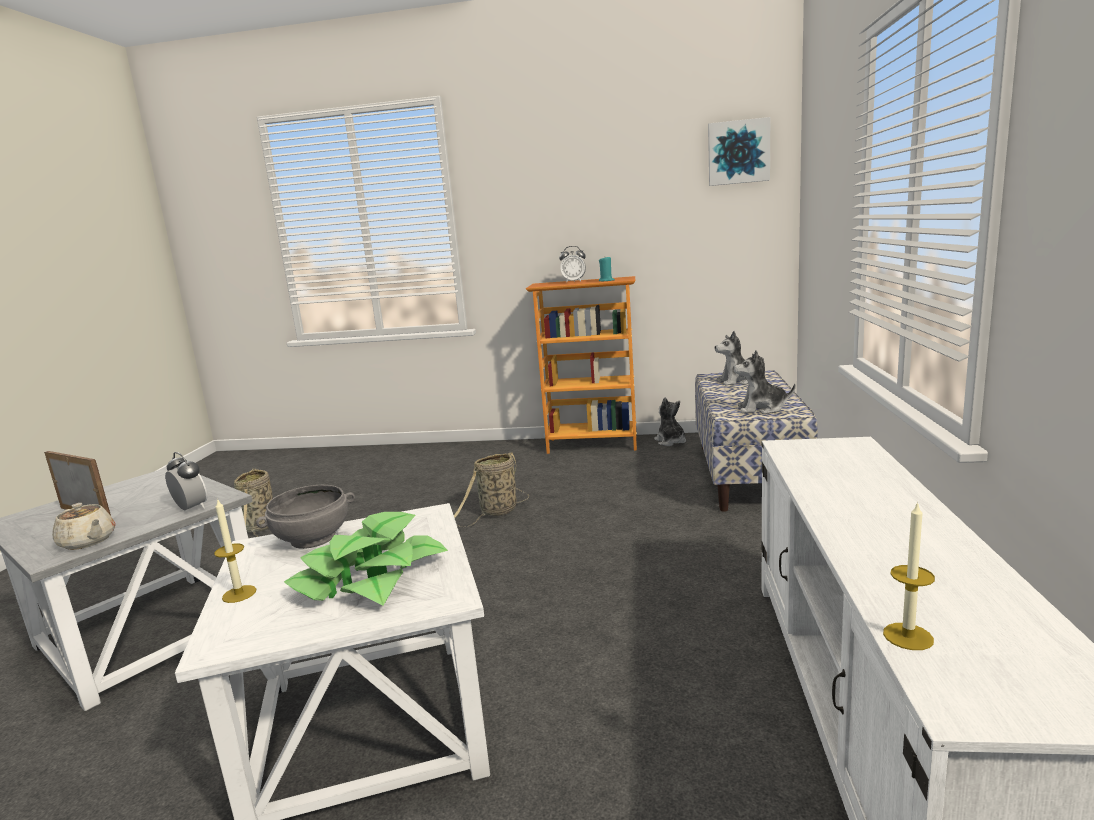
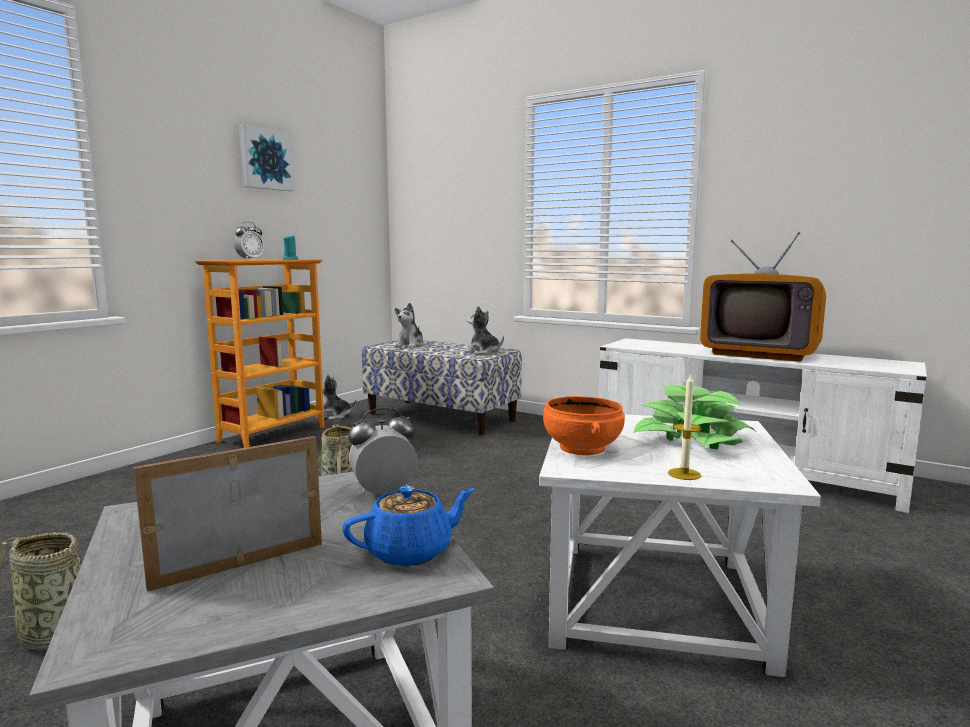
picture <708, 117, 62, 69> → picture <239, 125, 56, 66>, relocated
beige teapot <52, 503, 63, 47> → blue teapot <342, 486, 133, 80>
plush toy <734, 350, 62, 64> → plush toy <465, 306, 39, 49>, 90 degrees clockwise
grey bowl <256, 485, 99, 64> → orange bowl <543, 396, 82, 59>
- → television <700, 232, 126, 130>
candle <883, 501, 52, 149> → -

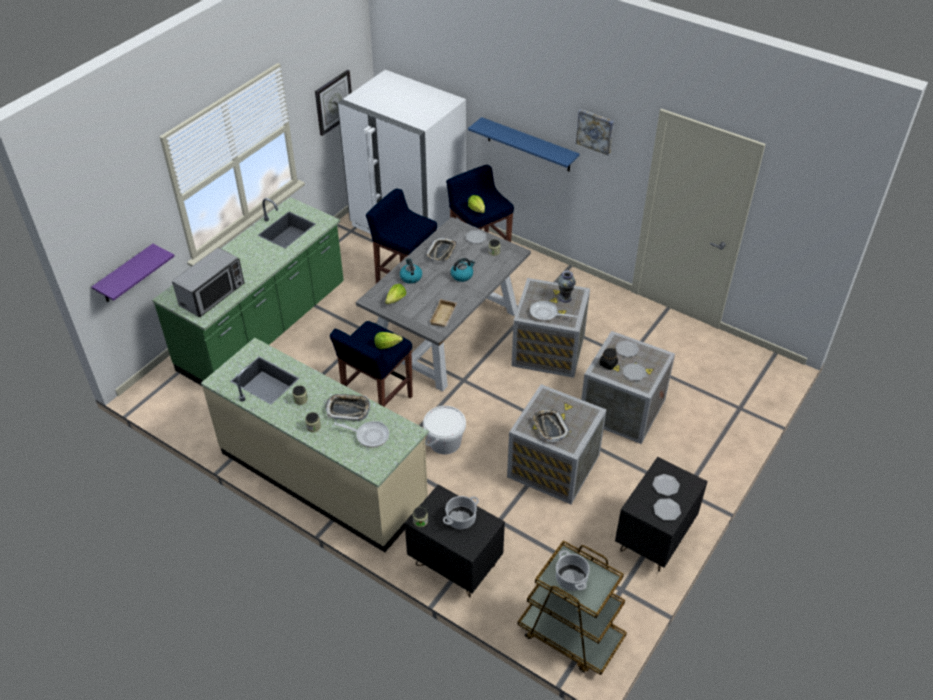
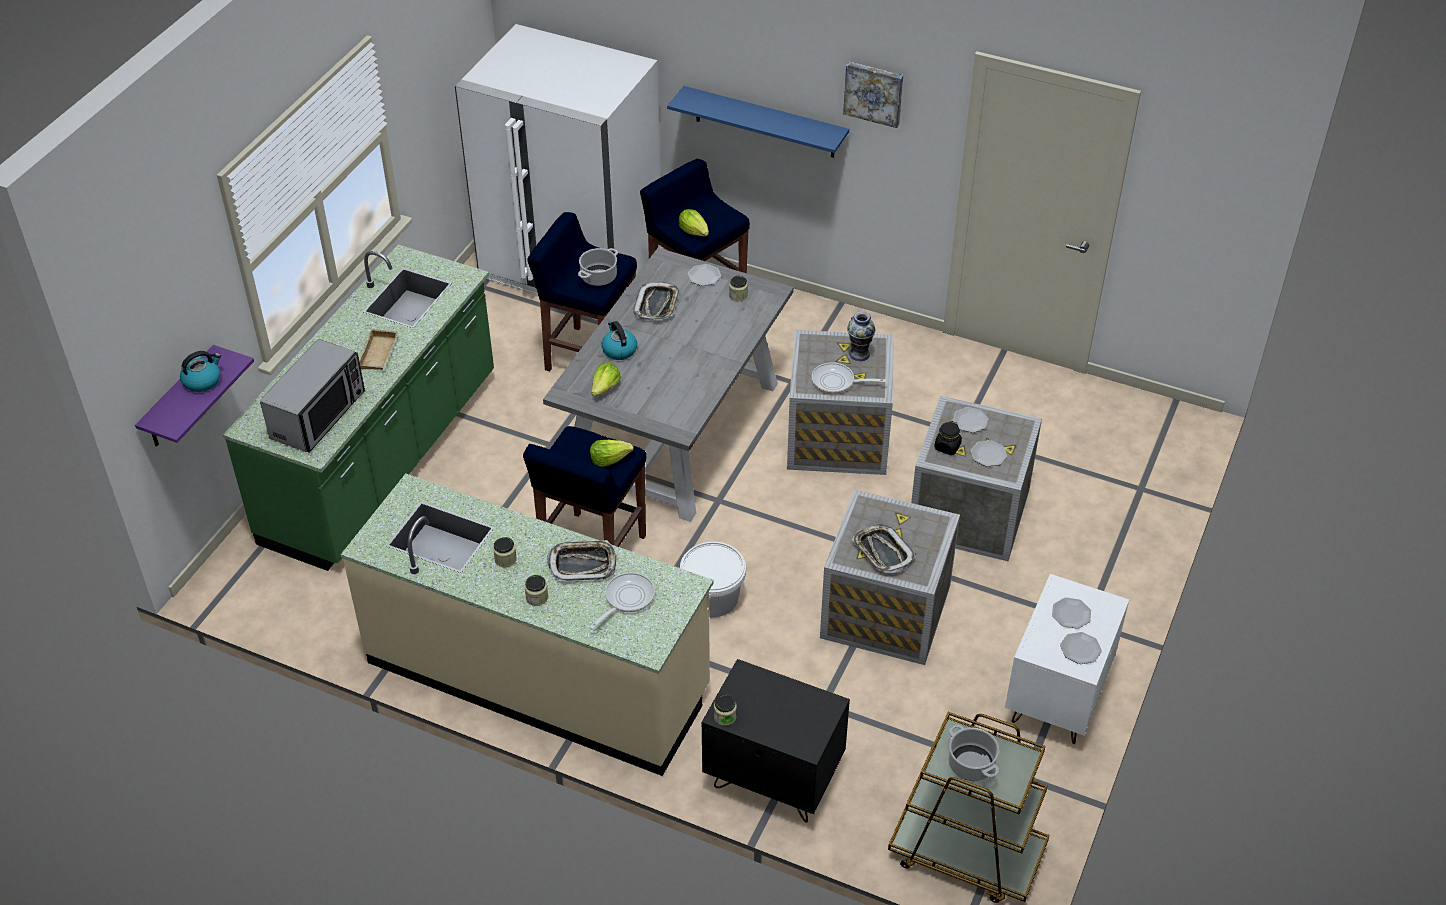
kettle <451, 258, 24, 24> → kettle <180, 351, 41, 41>, relocated
beige tray <429, 299, 28, 28> → beige tray <359, 329, 39, 41>, relocated
cooking pot <443, 496, 36, 34> → cooking pot <578, 248, 40, 38>, relocated
frying pan <334, 421, 55, 26> → frying pan <589, 572, 66, 57>, 60 degrees counterclockwise
black nightstand <615, 457, 93, 115> → white nightstand <1005, 574, 124, 170>
wall clock <315, 70, 37, 66> → -

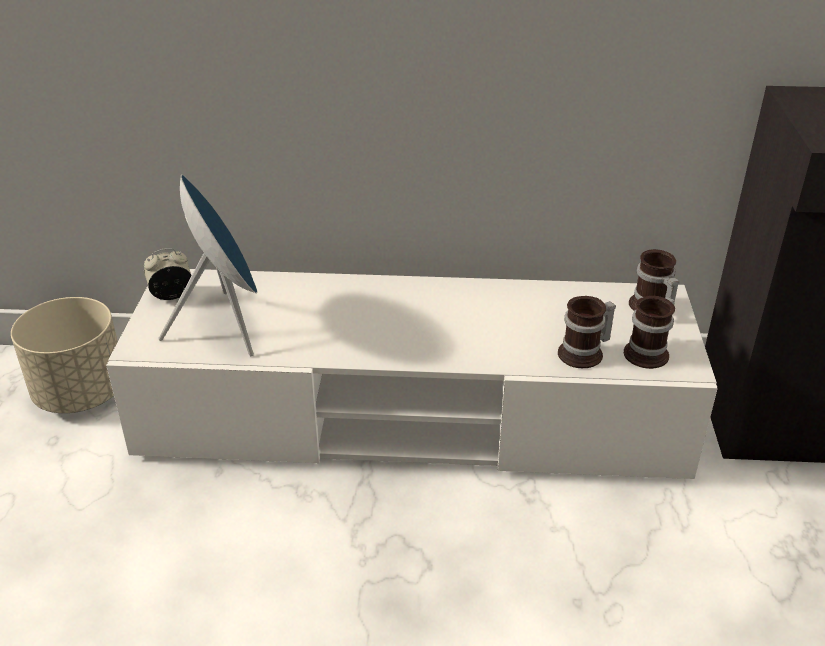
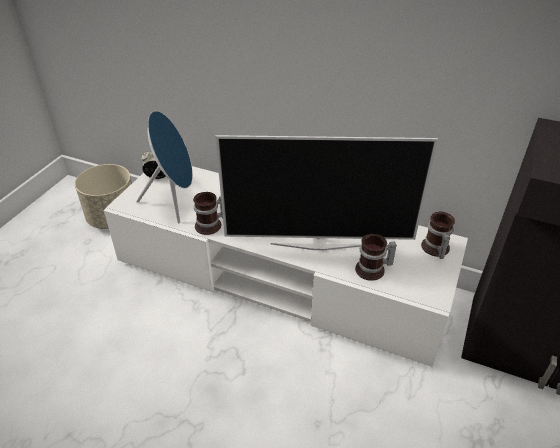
mug <624, 296, 51, 73> → mug <193, 192, 30, 43>, relocated
- → television <215, 135, 223, 115>

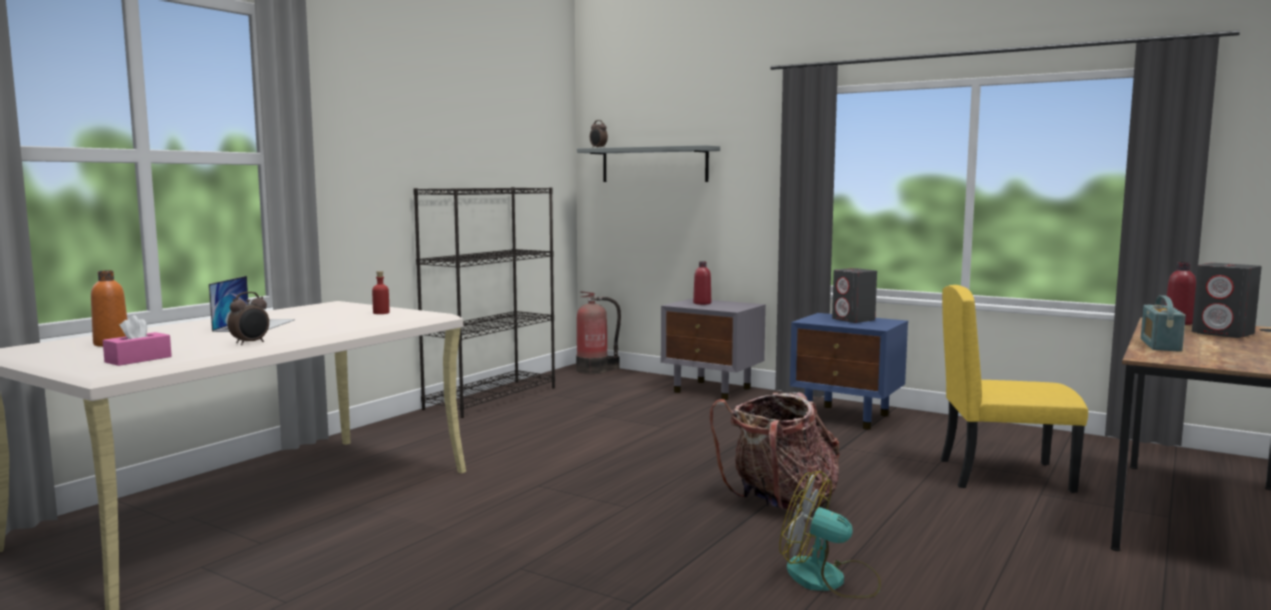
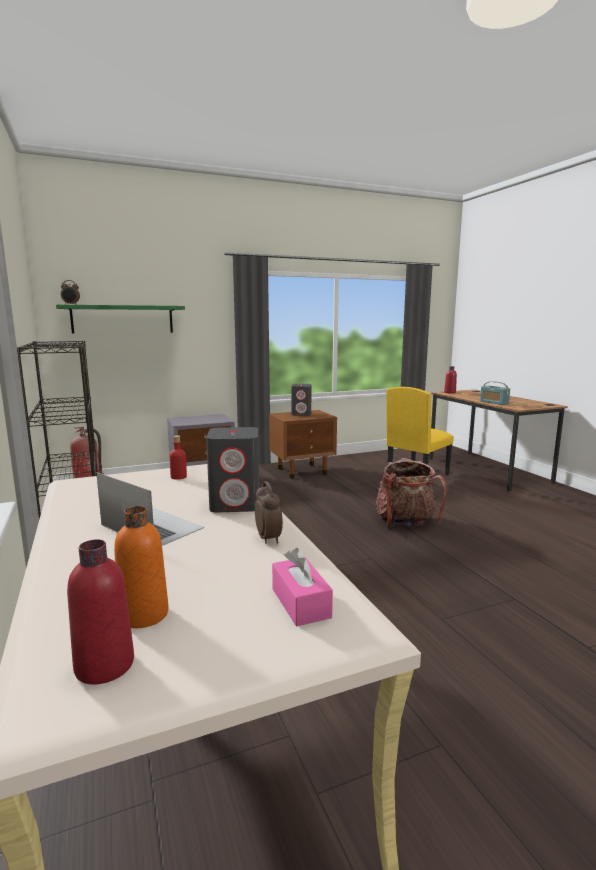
grey shelf <577, 145, 143, 37> → green shelf <56, 305, 129, 29>
red bottle <693, 261, 18, 44> → red bottle <67, 539, 67, 146>, relocated
grey speaker <1192, 263, 70, 75> → grey speaker <206, 427, 53, 85>, relocated
blue nightstand <790, 313, 118, 117> → brown nightstand <269, 410, 68, 69>
fan <779, 471, 102, 127> → -

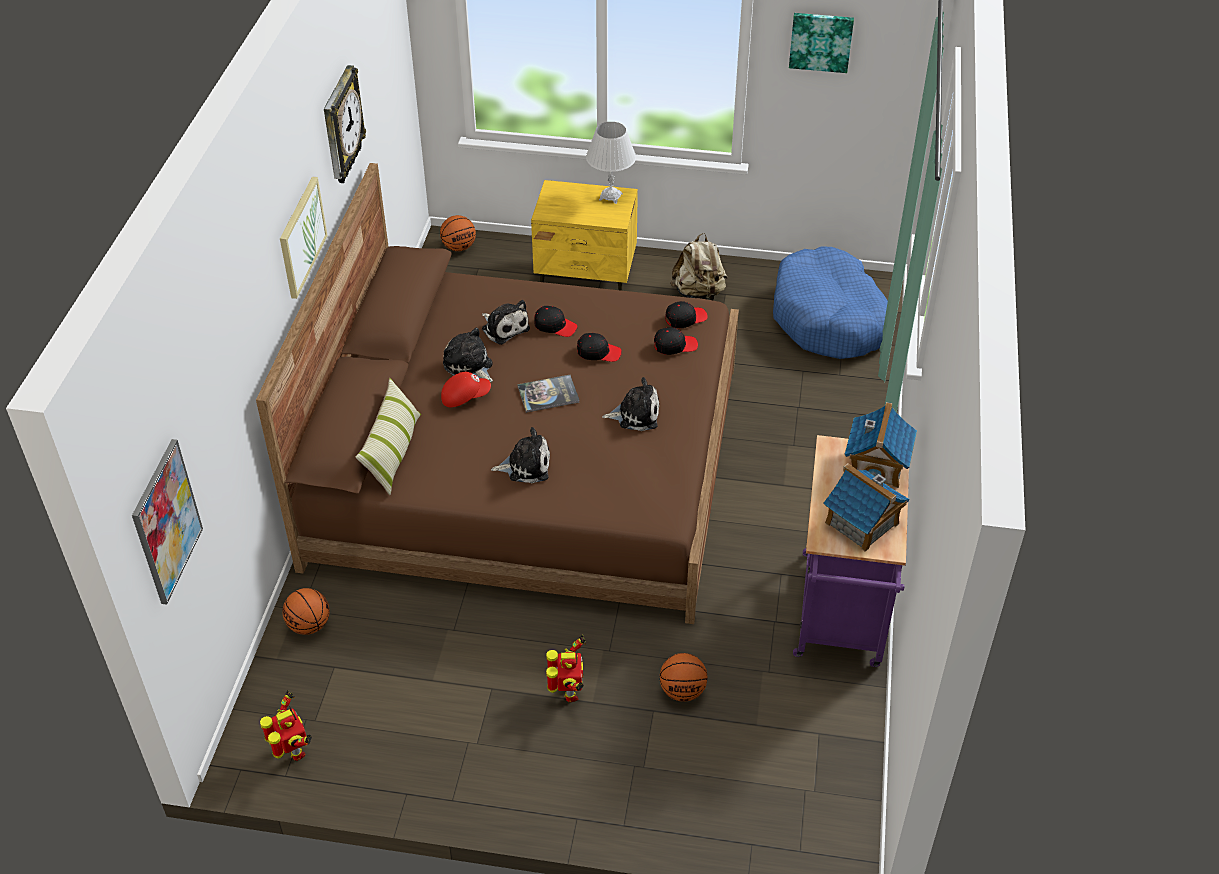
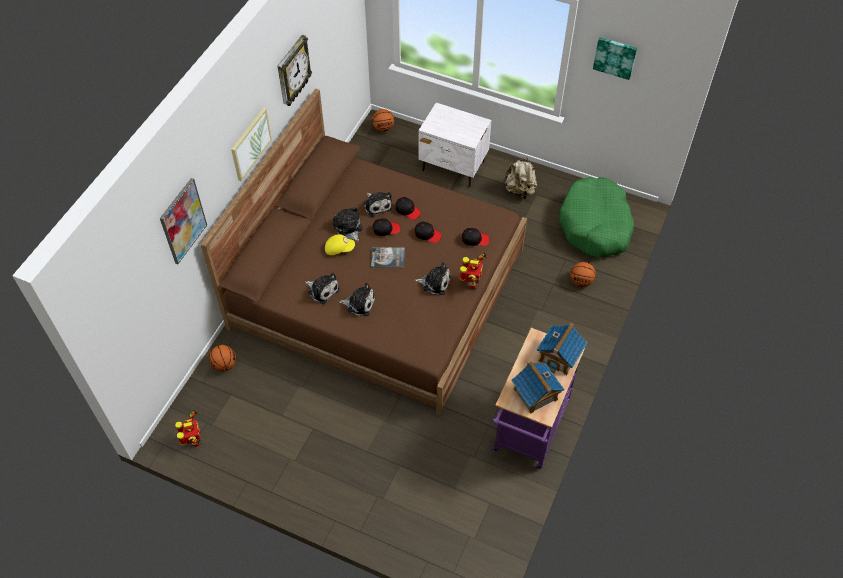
picture <132, 439, 71, 166> → picture <160, 178, 47, 86>, relocated
- → plush toy <305, 273, 35, 31>
red cap <441, 372, 50, 35> → yellow cap <325, 234, 30, 21>
black cap <665, 301, 43, 27> → black cap <373, 218, 27, 18>, relocated
yellow nightstand <531, 180, 107, 111> → white nightstand <418, 103, 73, 84>
toy robot <546, 635, 40, 67> → toy robot <460, 252, 27, 37>, relocated
blue dog bed <773, 246, 115, 113> → green dog bed <559, 177, 75, 80>
basketball <660, 653, 47, 49> → basketball <570, 262, 26, 25>, relocated
pillow <356, 378, 65, 117> → -
white table lamp <586, 122, 50, 82> → -

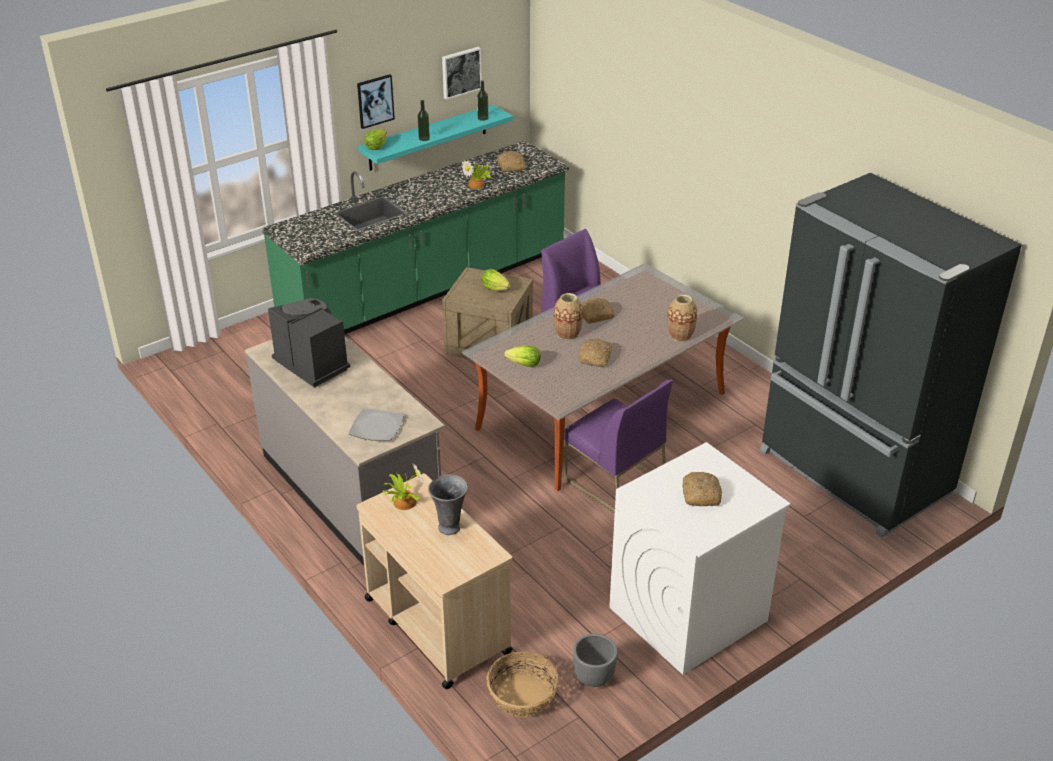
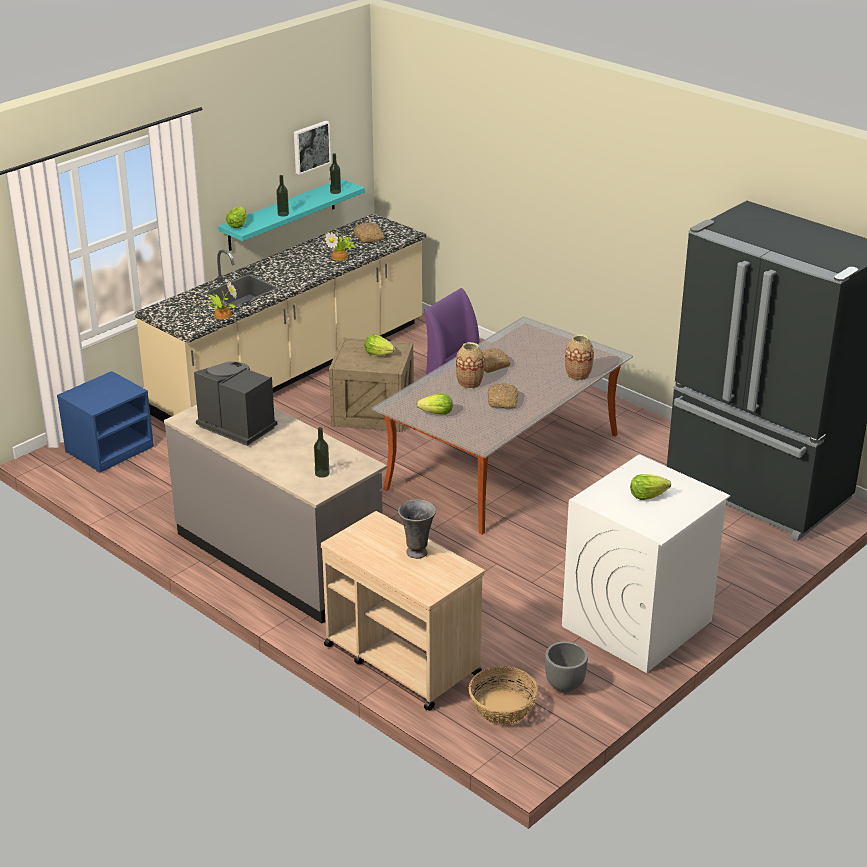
- → blue nightstand <57, 371, 97, 102>
green counter <262, 141, 307, 194> → beige counter <135, 213, 291, 209>
potted plant <383, 465, 40, 45> → potted plant <206, 282, 31, 37>, relocated
plate <349, 408, 55, 33> → bottle <314, 427, 15, 51>
bread <682, 472, 40, 34> → lettuce <630, 474, 41, 26>
picture <357, 74, 38, 55> → -
purple chair <564, 380, 109, 133> → -

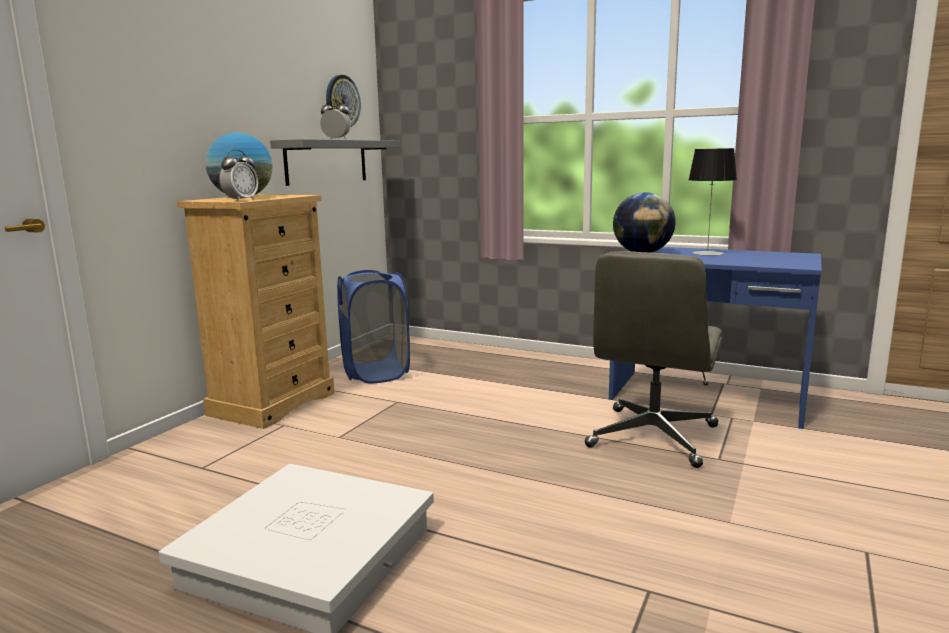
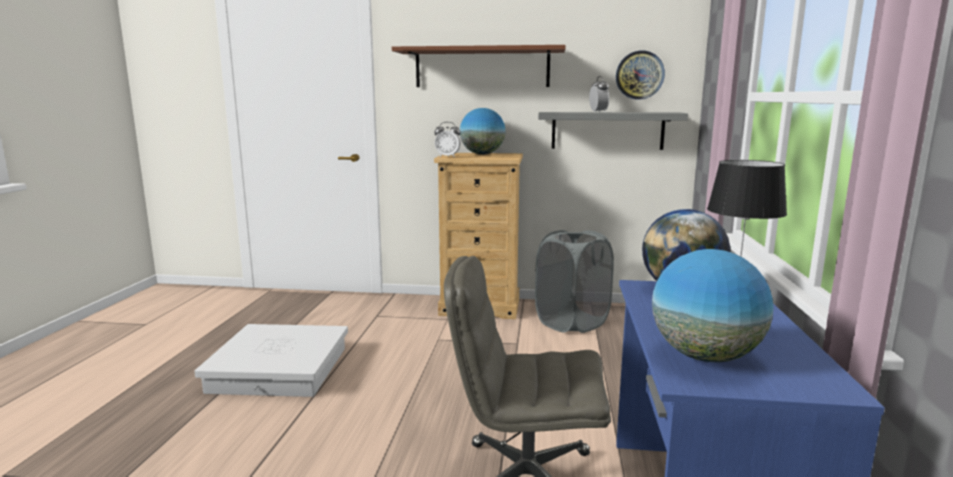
- → brown shelf <392, 45, 174, 42>
blue laundry basket <337, 270, 73, 113> → grey laundry basket <535, 230, 79, 103>
- → globe <652, 249, 122, 113>

